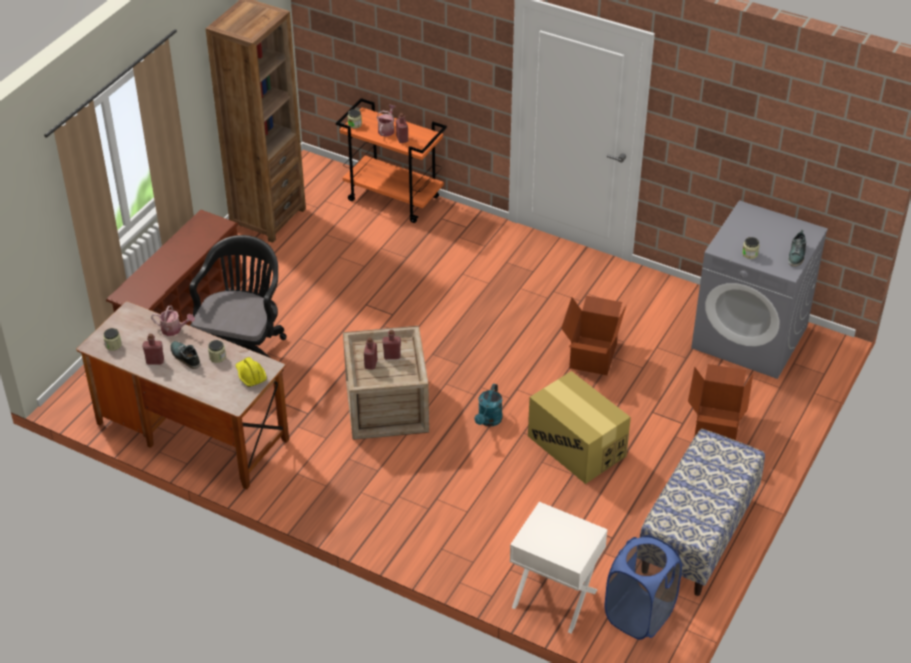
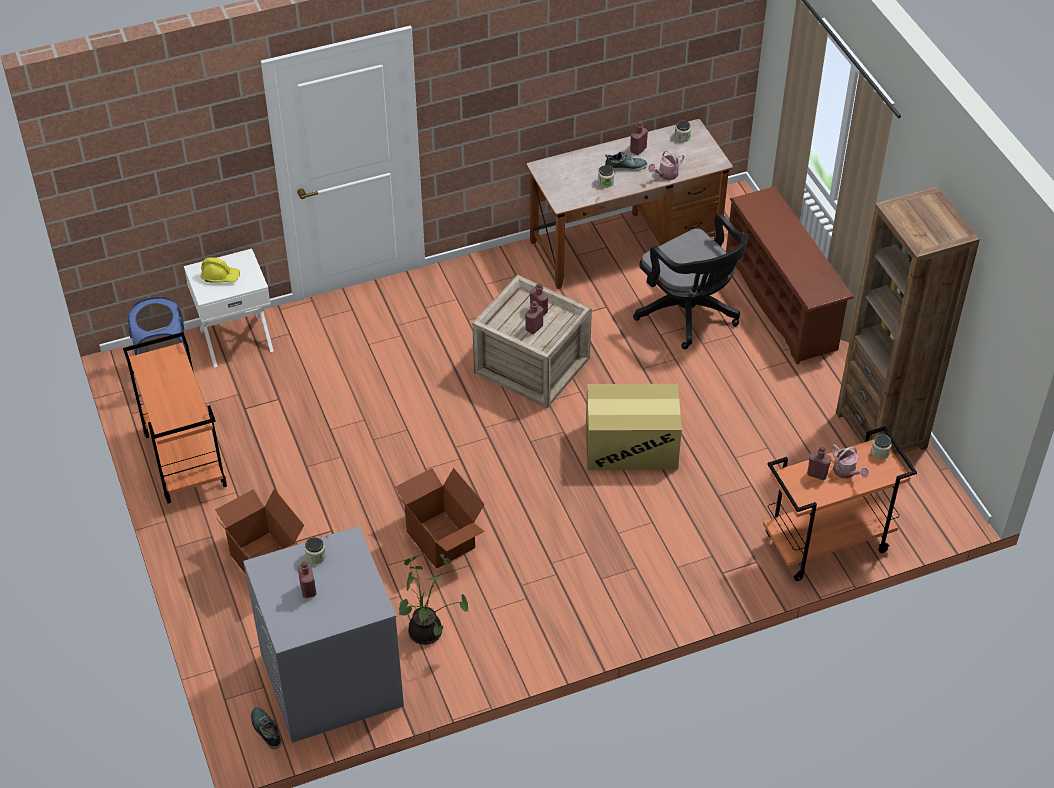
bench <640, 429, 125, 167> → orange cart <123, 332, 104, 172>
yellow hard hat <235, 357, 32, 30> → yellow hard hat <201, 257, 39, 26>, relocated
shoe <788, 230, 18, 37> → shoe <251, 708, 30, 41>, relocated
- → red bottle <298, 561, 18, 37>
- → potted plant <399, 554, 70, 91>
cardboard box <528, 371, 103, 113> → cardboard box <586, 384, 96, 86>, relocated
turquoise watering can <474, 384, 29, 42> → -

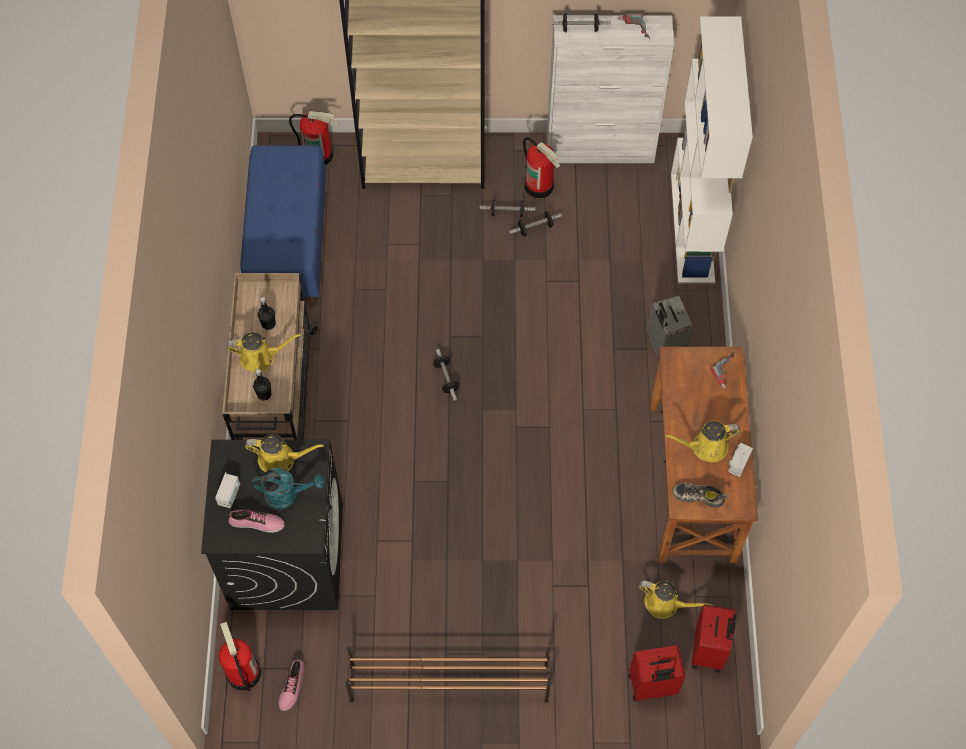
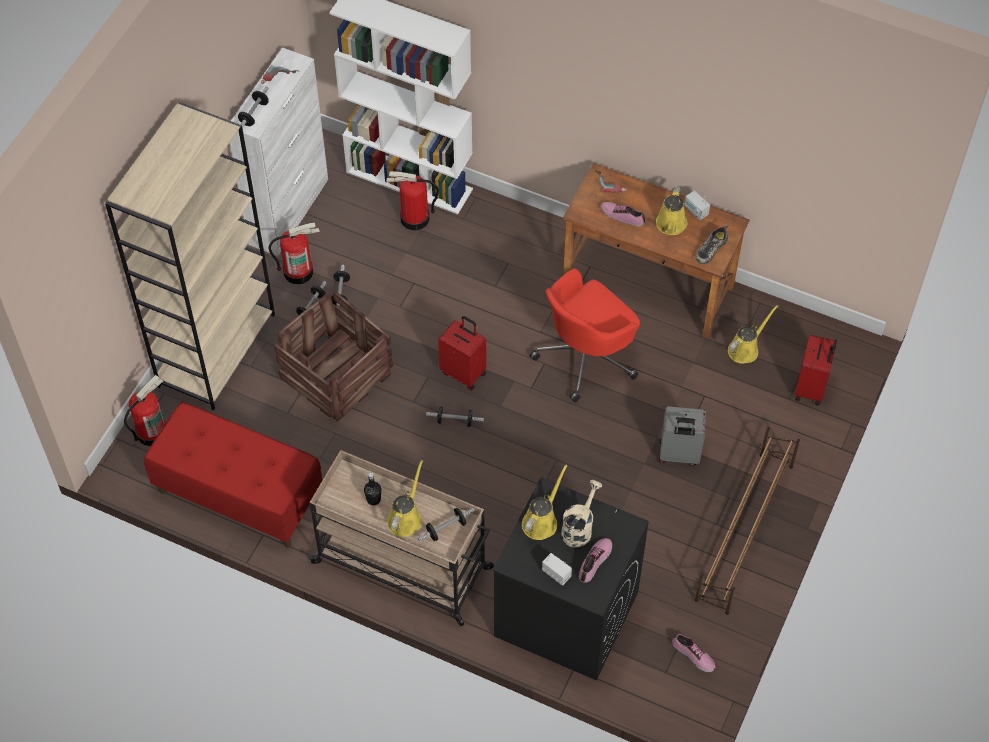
blue bench <240, 145, 86, 161> → red bench <144, 402, 178, 146>
- → crate <274, 291, 119, 131>
fire extinguisher <219, 622, 42, 69> → fire extinguisher <386, 172, 53, 58>, relocated
black bottle <253, 369, 18, 32> → dumbbell <418, 508, 57, 33>
red suitcase <692, 604, 44, 69> → red suitcase <438, 316, 48, 74>, relocated
- → red office chair <530, 268, 110, 134>
turquoise watering can <252, 468, 73, 41> → beige watering can <561, 480, 41, 67>
- → shoe <601, 202, 44, 25>
grey suitcase <647, 295, 46, 65> → grey suitcase <659, 407, 47, 59>, relocated

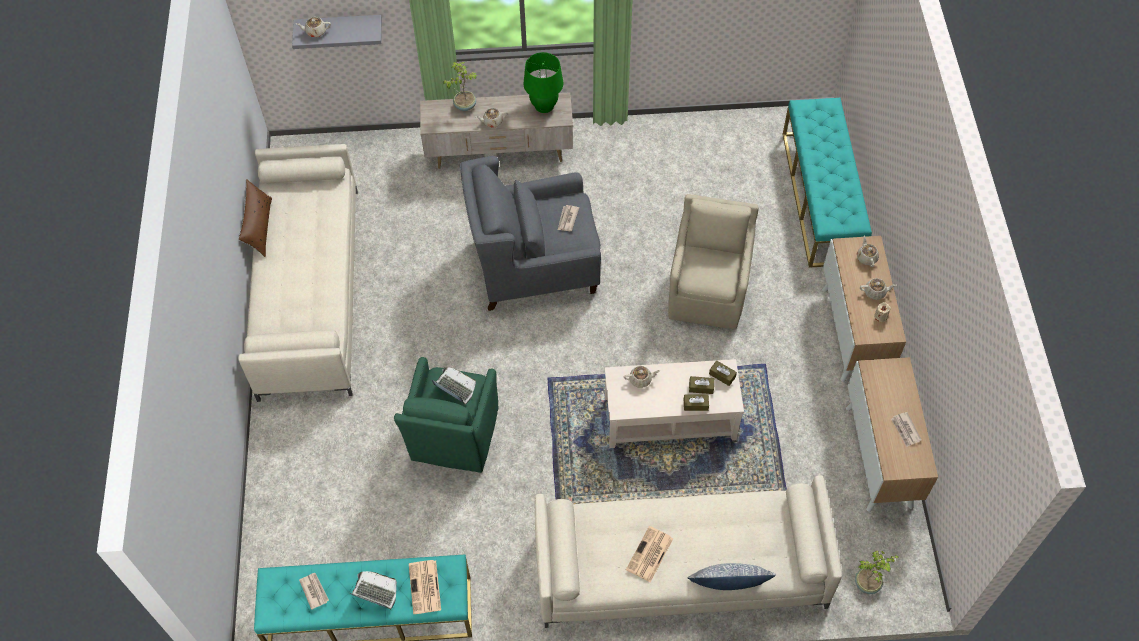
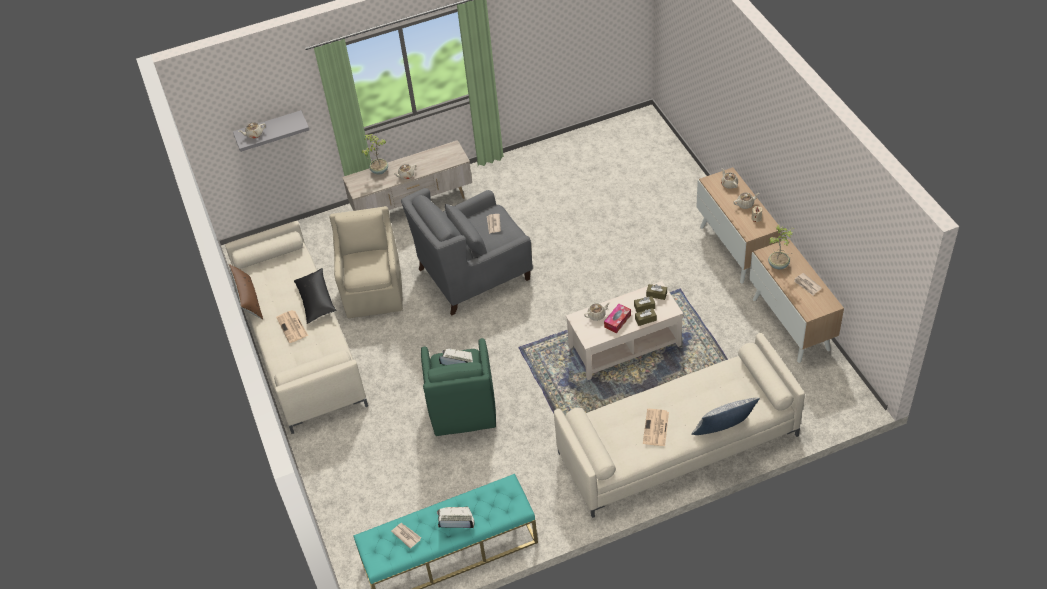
newspaper <409, 560, 32, 54> → newspaper <276, 310, 32, 33>, relocated
- → black pillow <294, 268, 43, 56>
beige armchair <669, 194, 90, 135> → beige armchair <329, 206, 74, 112>, relocated
- → tissue box <604, 304, 27, 29>
potted plant <855, 550, 44, 44> → potted plant <768, 225, 27, 44>, relocated
green table lamp <523, 52, 40, 61> → -
turquoise bench <783, 98, 89, 170> → -

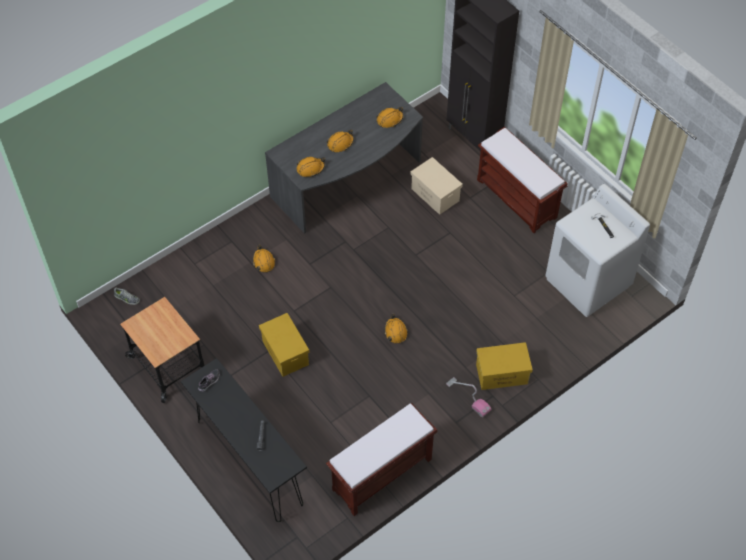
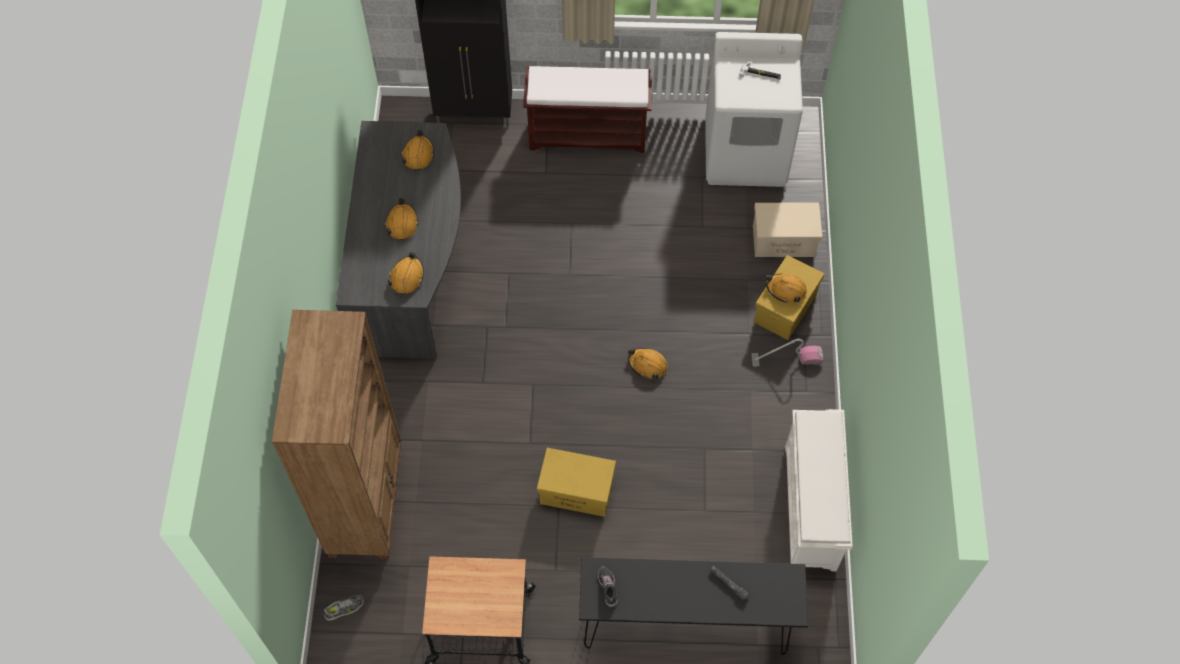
- → brown bookcase <272, 310, 129, 250>
beige storage box <410, 157, 53, 58> → beige storage box <753, 203, 69, 54>, relocated
orange hard hat <252, 245, 23, 28> → orange hard hat <766, 274, 41, 29>, relocated
brown bench <326, 403, 111, 113> → white shoe rack <785, 409, 68, 162>

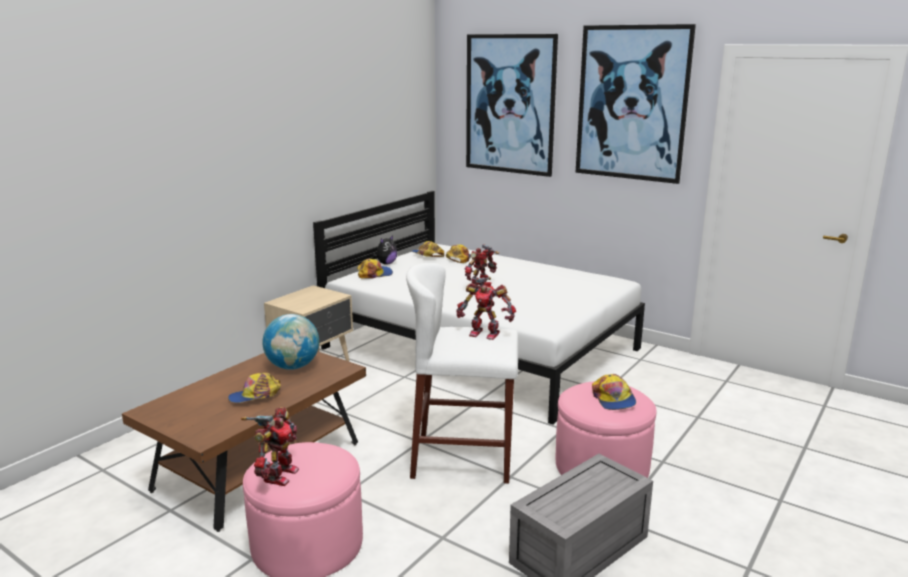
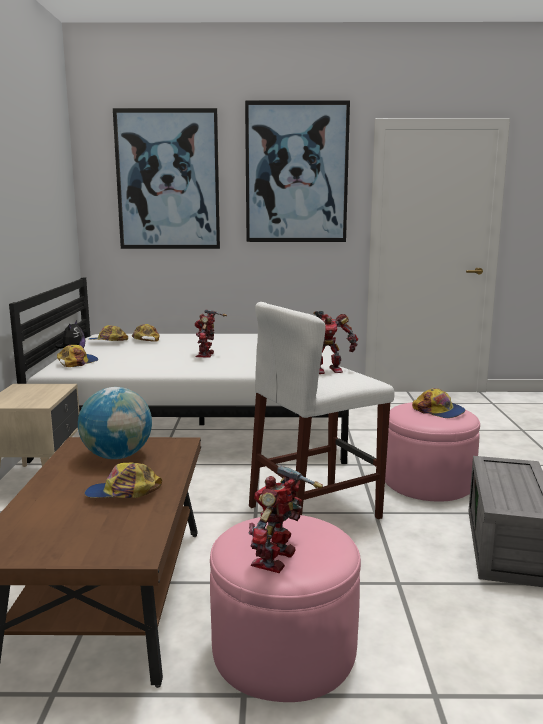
cap <228, 373, 53, 30> → cap <84, 462, 78, 36>, 60 degrees clockwise
toy robot <241, 407, 58, 79> → toy robot <248, 465, 75, 108>, 135 degrees counterclockwise

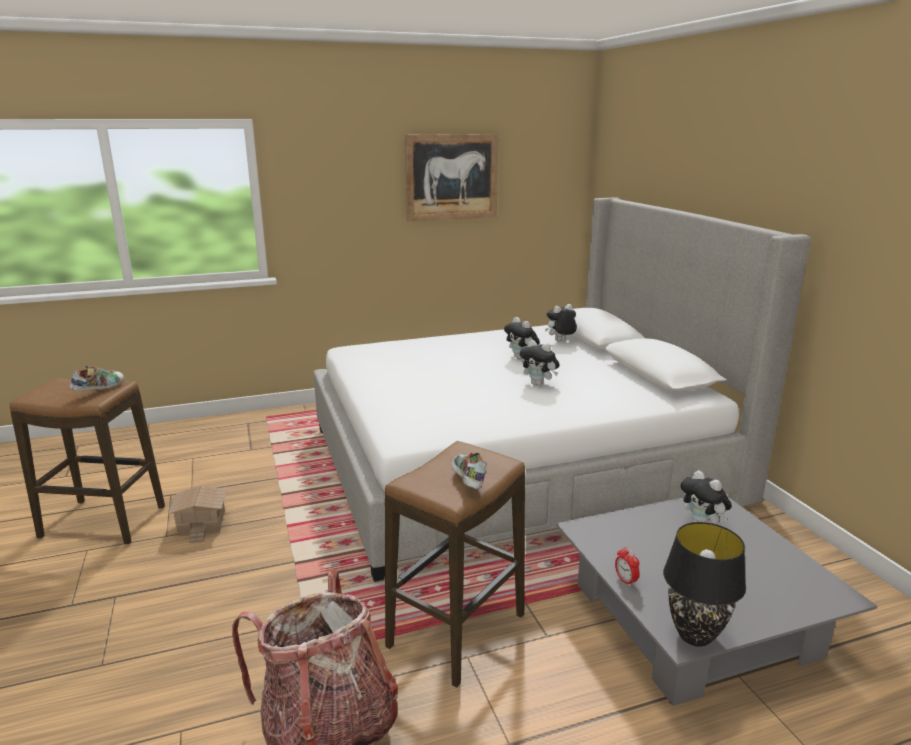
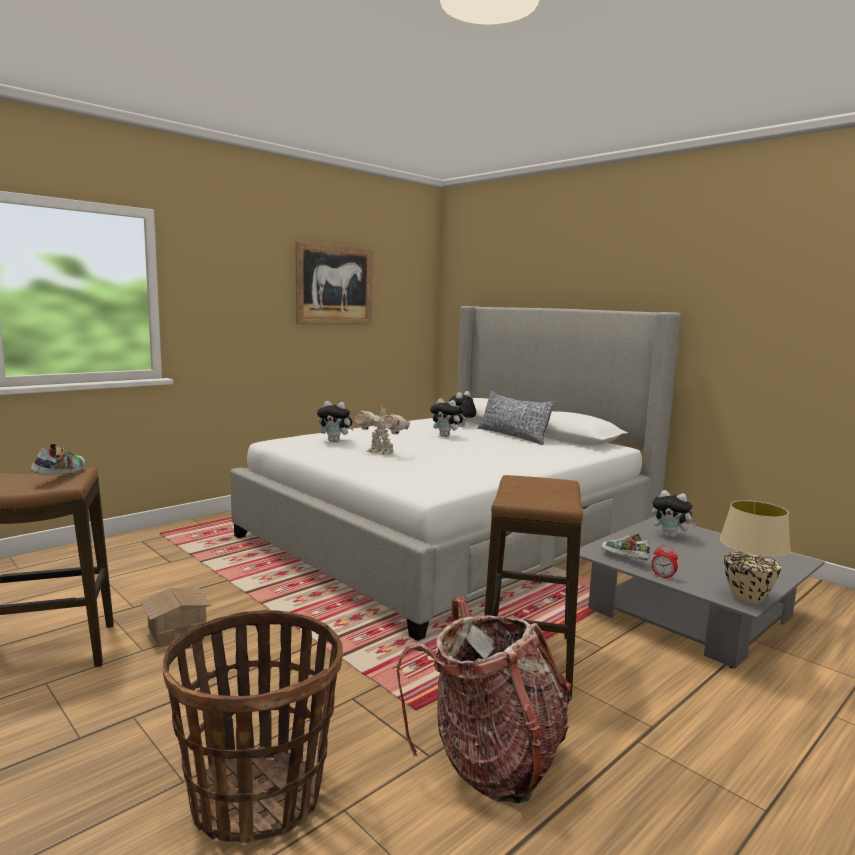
- → basket <162, 610, 181, 233>
plush toy <520, 340, 39, 46> → plush toy <317, 401, 37, 41>, relocated
- → toy robot <355, 404, 55, 51>
- → pillow <477, 391, 79, 54>
shoe <452, 452, 35, 37> → shoe <601, 534, 49, 26>, relocated
black table lamp <663, 522, 83, 125> → beige table lamp <720, 500, 71, 104>

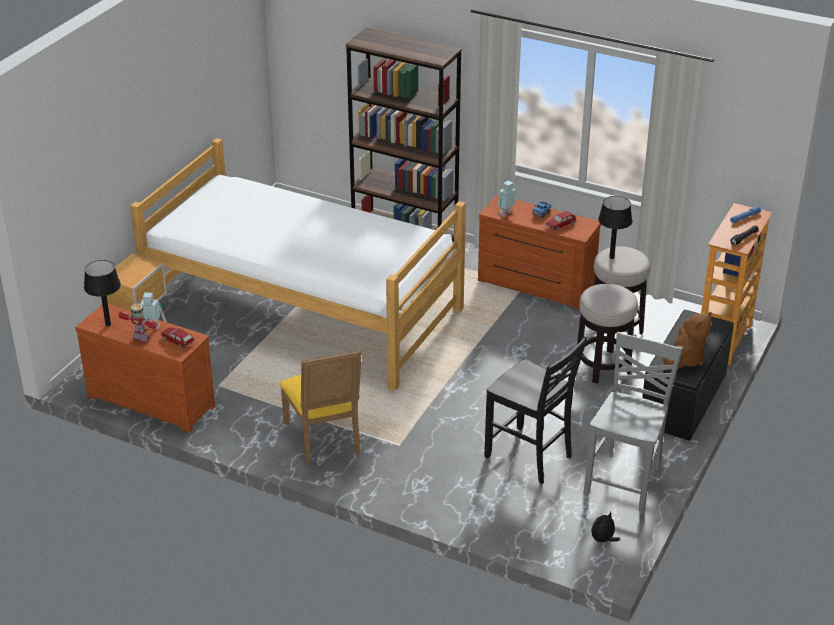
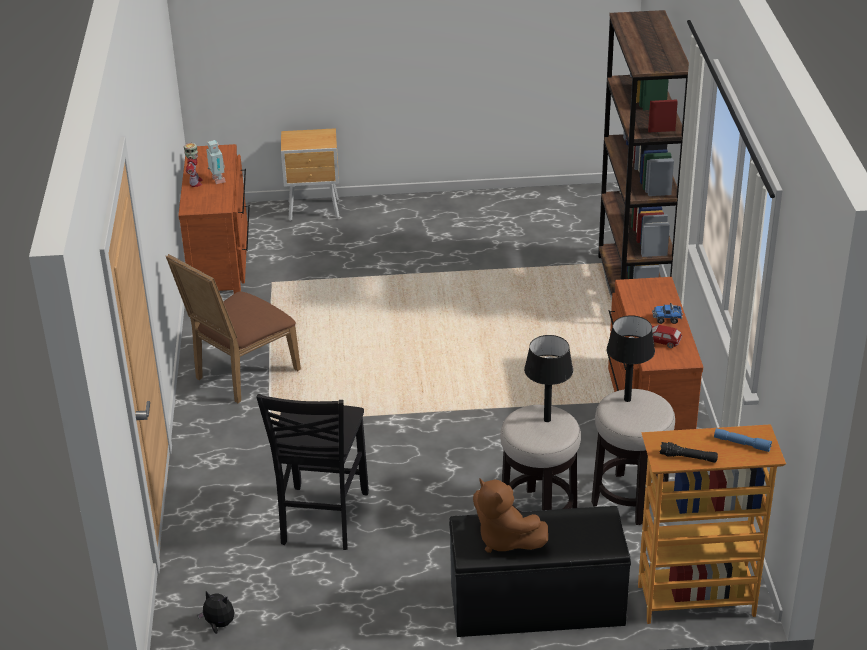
yellow chair <279, 350, 83, 114> → brown chair <166, 254, 135, 149>
brown plush toy <663, 312, 48, 56> → brown plush toy <473, 478, 75, 75>, 45 degrees clockwise
black table lamp <84, 260, 37, 66> → black table lamp <524, 335, 49, 87>, relocated
bed <130, 138, 336, 253> → -
toy car <161, 327, 34, 22> → -
toy robot <498, 180, 18, 37> → -
grey chair <583, 332, 100, 180> → -

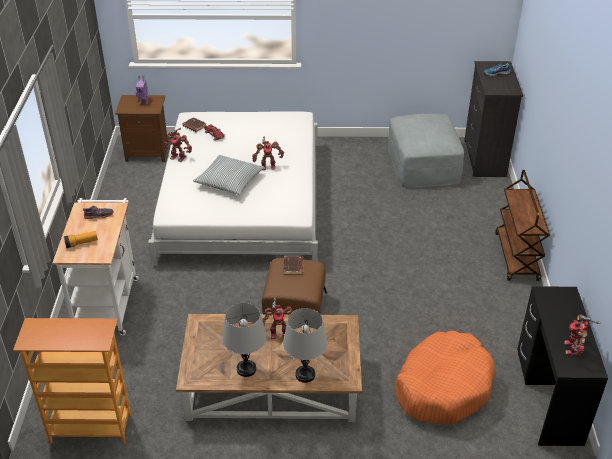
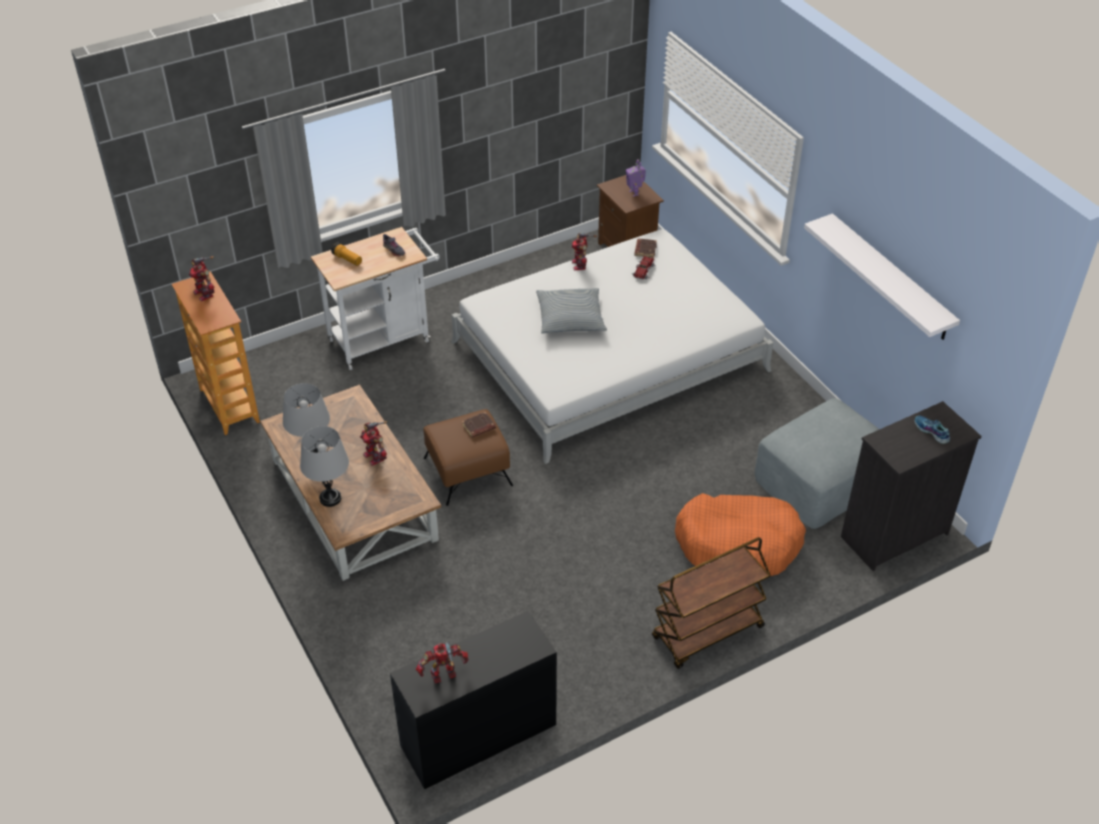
toy robot <252, 136, 32, 34> → toy robot <189, 256, 25, 45>, relocated
orange dog bed <395, 331, 100, 93> → orange dog bed <675, 493, 131, 83>, relocated
- → white shelf <804, 213, 156, 127>

